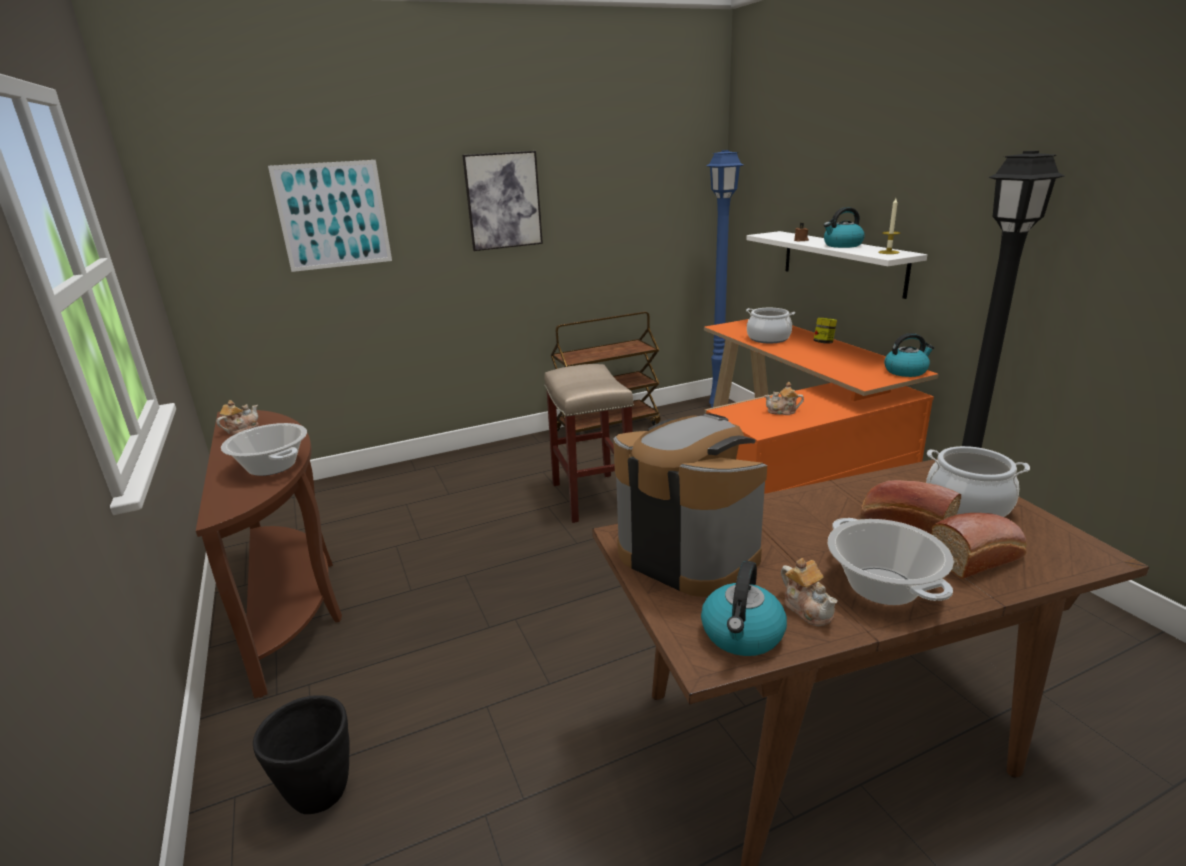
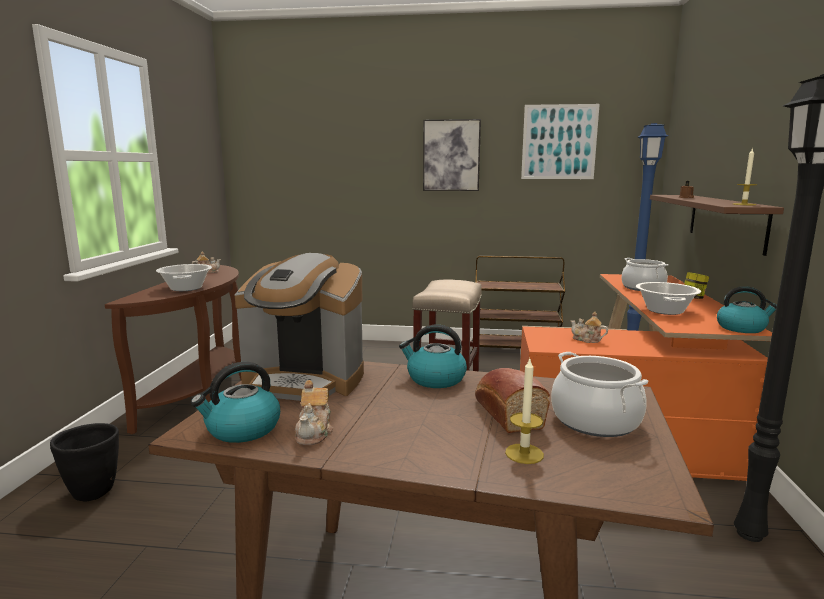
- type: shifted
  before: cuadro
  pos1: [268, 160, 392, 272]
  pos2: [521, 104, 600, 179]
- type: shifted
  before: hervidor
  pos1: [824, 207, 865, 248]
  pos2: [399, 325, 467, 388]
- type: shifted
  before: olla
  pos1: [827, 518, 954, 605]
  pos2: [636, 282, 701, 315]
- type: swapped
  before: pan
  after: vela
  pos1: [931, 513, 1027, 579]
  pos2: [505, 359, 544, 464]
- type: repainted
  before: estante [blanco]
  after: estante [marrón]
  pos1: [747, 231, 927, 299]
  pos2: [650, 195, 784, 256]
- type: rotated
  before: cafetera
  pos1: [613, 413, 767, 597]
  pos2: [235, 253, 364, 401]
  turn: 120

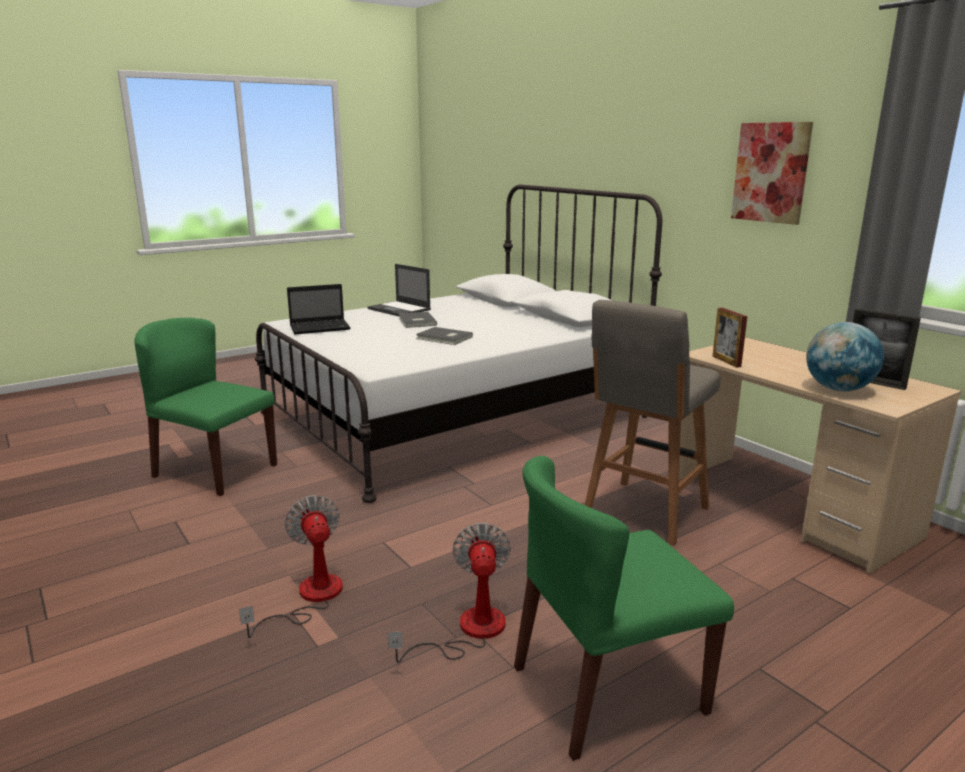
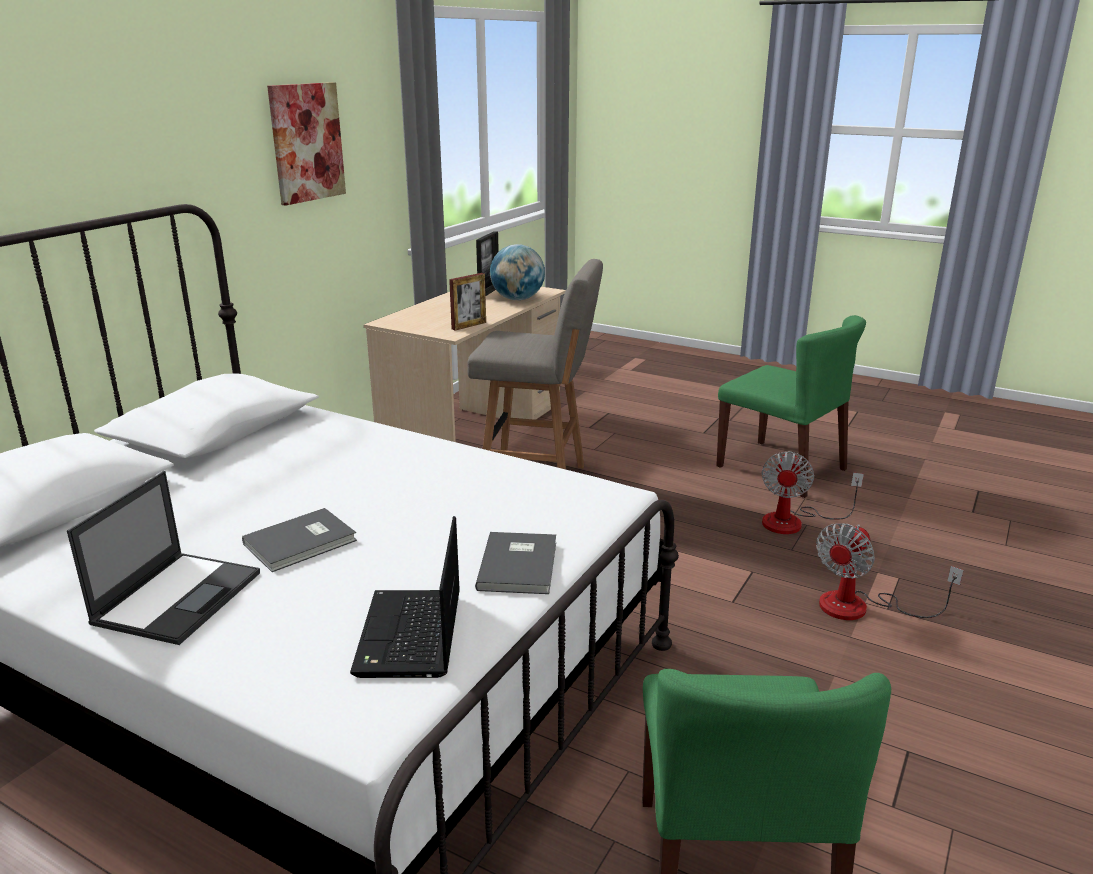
- type: shifted
  before: libro [gris]
  pos1: [416, 327, 473, 345]
  pos2: [475, 532, 556, 594]
- type: rotated
  before: portátil
  pos1: [287, 284, 350, 334]
  pos2: [350, 516, 460, 678]
  turn: -135
- type: rotated
  before: ventilador
  pos1: [388, 523, 511, 663]
  pos2: [762, 451, 864, 534]
  turn: -45

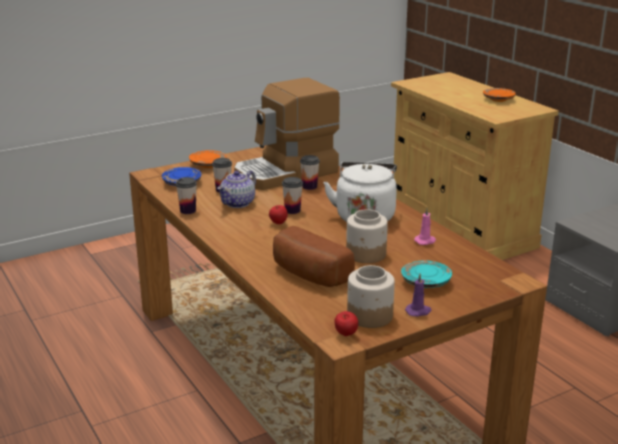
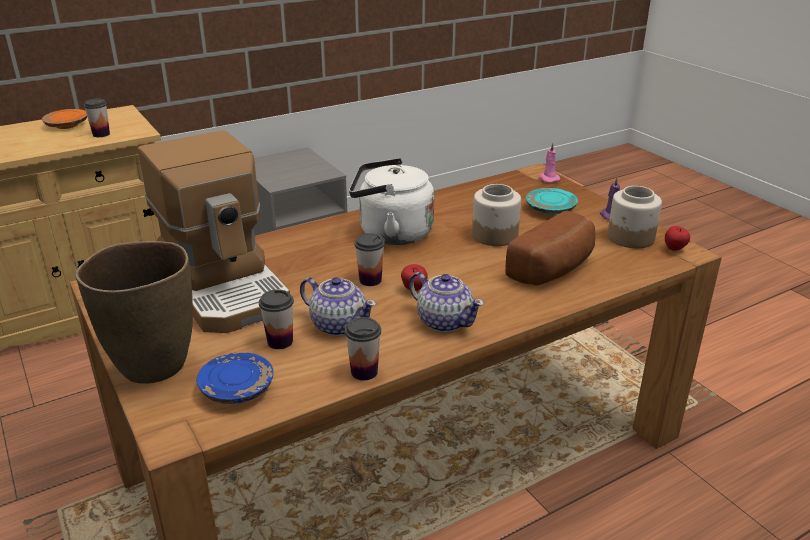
- type: new
  after: tetera
  pos2: [409, 272, 484, 332]
- type: shifted
  before: taza
  pos1: [300, 155, 320, 190]
  pos2: [83, 99, 110, 137]
- type: shifted
  before: vela [rosa]
  pos1: [414, 208, 436, 245]
  pos2: [539, 143, 560, 183]
- type: swapped
  before: plato [naranja]
  after: florero [marrón]
  pos1: [189, 150, 227, 168]
  pos2: [75, 241, 193, 384]

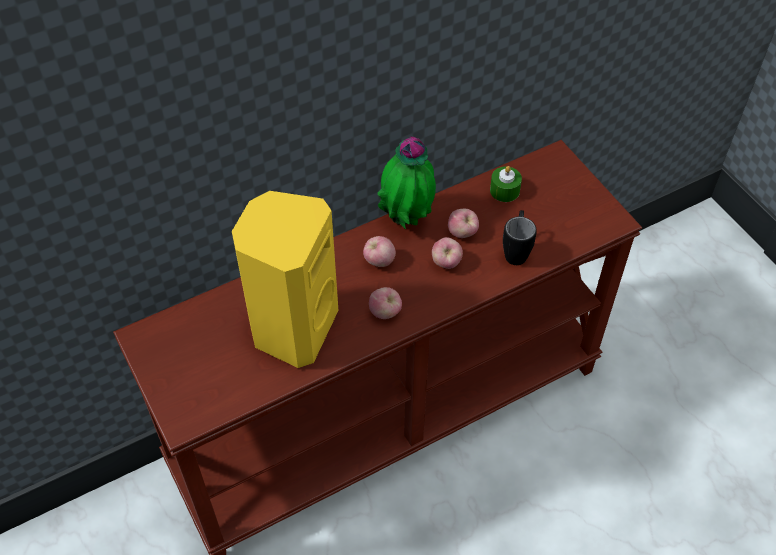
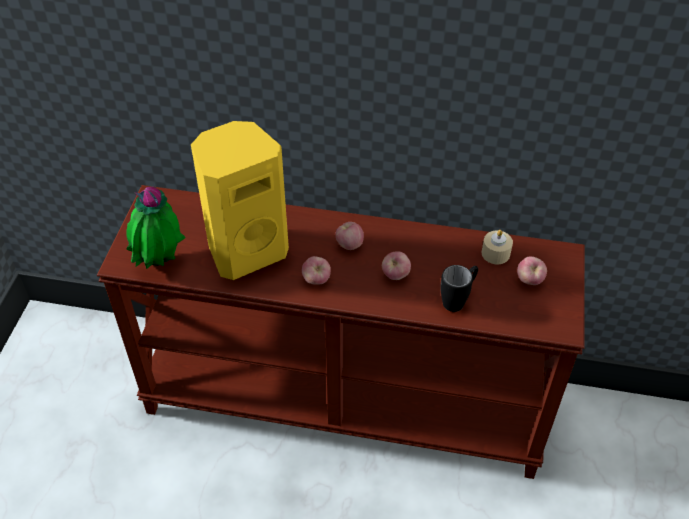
- type: shifted
  before: planta en maceta
  pos1: [377, 136, 436, 229]
  pos2: [126, 186, 185, 269]
- type: shifted
  before: manzana
  pos1: [448, 208, 479, 238]
  pos2: [517, 256, 547, 285]
- type: repainted
  before: vela [verde]
  after: vela [beis]
  pos1: [490, 166, 522, 202]
  pos2: [482, 230, 513, 264]

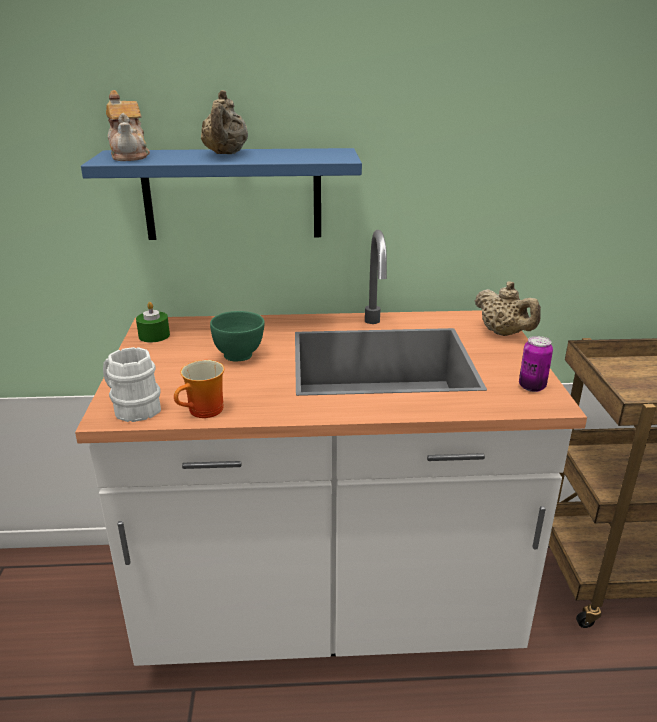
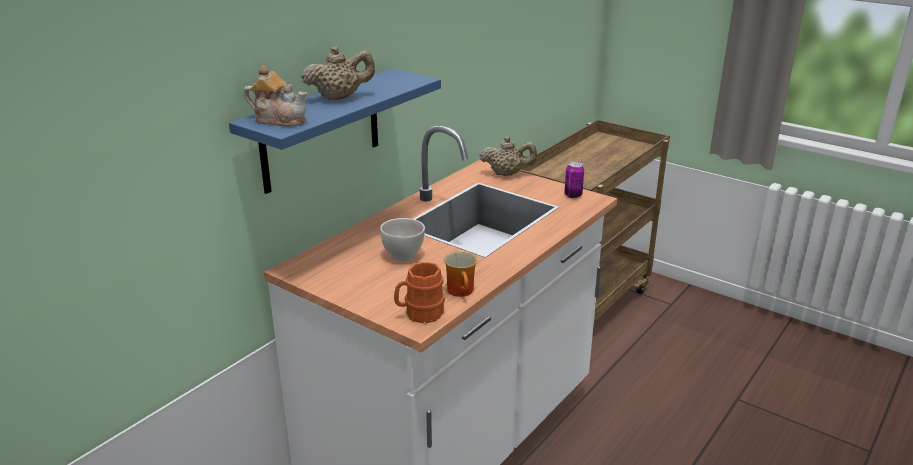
- type: gone
  before: vela [verde]
  pos1: [136, 302, 170, 343]
- type: repainted
  before: taza grande [blanco]
  after: taza grande [naranja]
  pos1: [103, 347, 161, 422]
  pos2: [394, 262, 445, 323]
- type: repainted
  before: cuenco [verde]
  after: cuenco [blanco]
  pos1: [210, 311, 265, 361]
  pos2: [380, 218, 425, 261]
- type: rotated
  before: tetera [beis]
  pos1: [201, 90, 248, 154]
  pos2: [301, 46, 375, 100]
  turn: -60

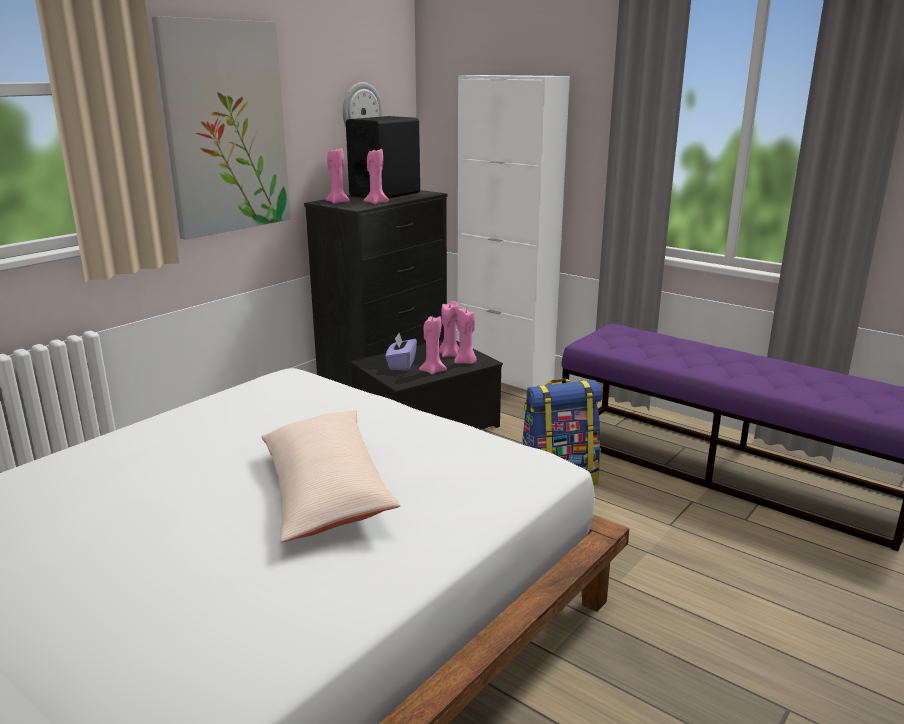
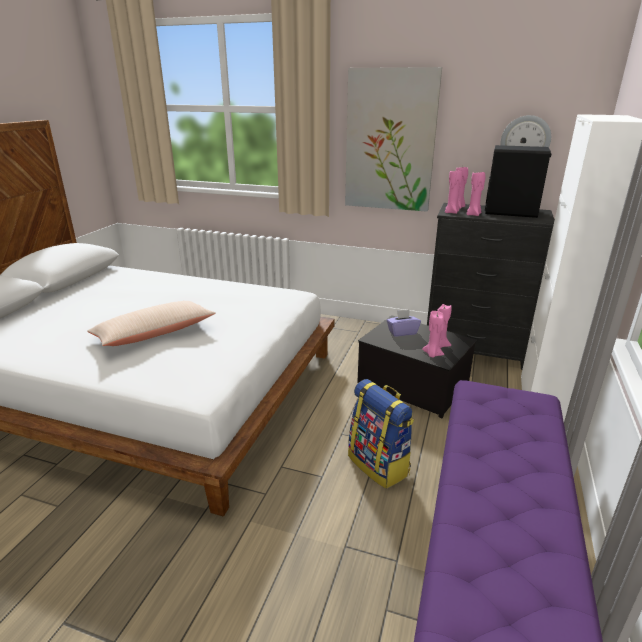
- type: shifted
  before: vela [rosa]
  pos1: [419, 316, 447, 375]
  pos2: [445, 169, 463, 214]

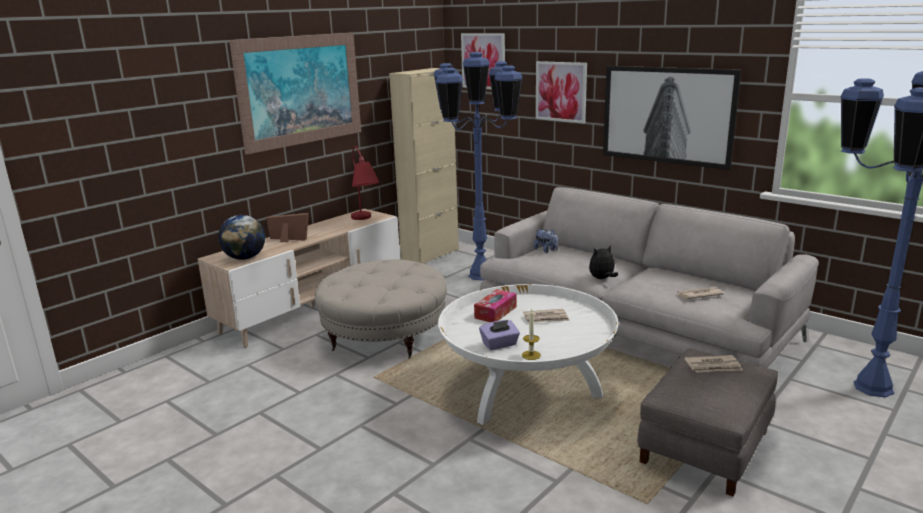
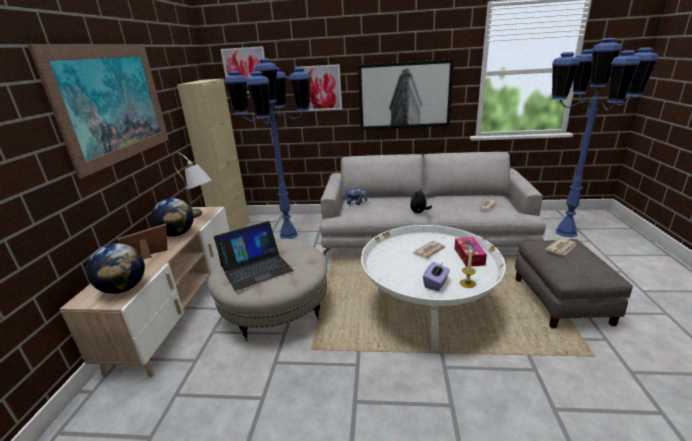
- type: new
  after: globo terráqueo
  pos2: [151, 198, 194, 237]
- type: new
  after: portátil
  pos2: [214, 221, 293, 291]
- type: shifted
  before: caja de pañuelos
  pos1: [474, 289, 517, 322]
  pos2: [454, 237, 487, 267]
- type: repainted
  before: lámpara de mesa [rojo]
  after: lámpara de mesa [gris]
  pos1: [351, 146, 379, 220]
  pos2: [172, 152, 212, 218]

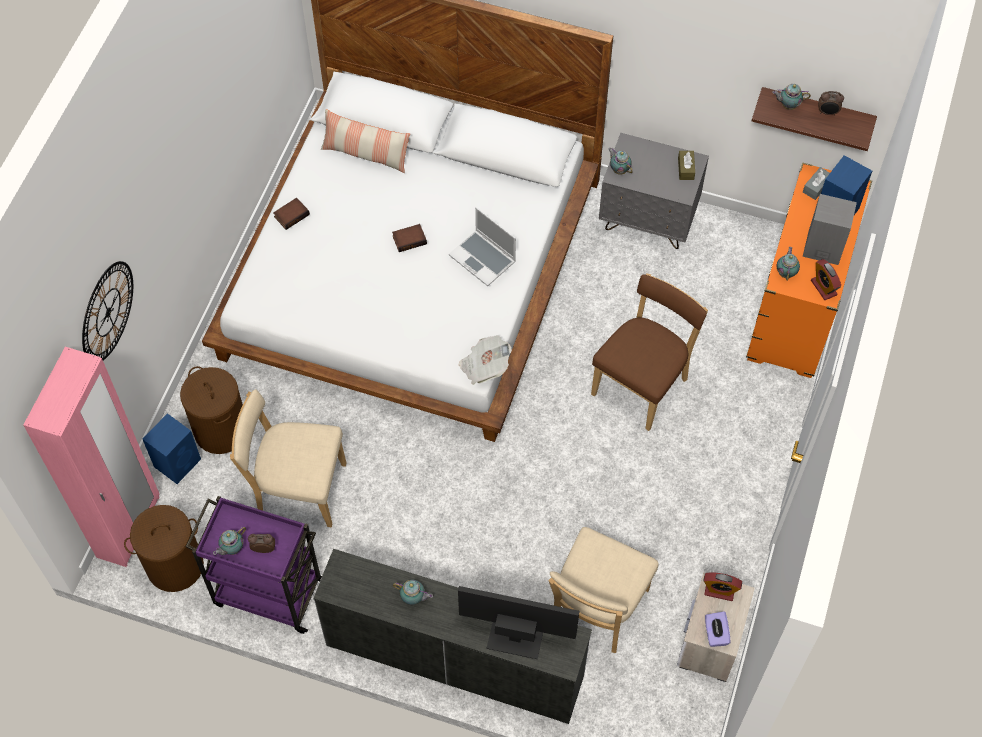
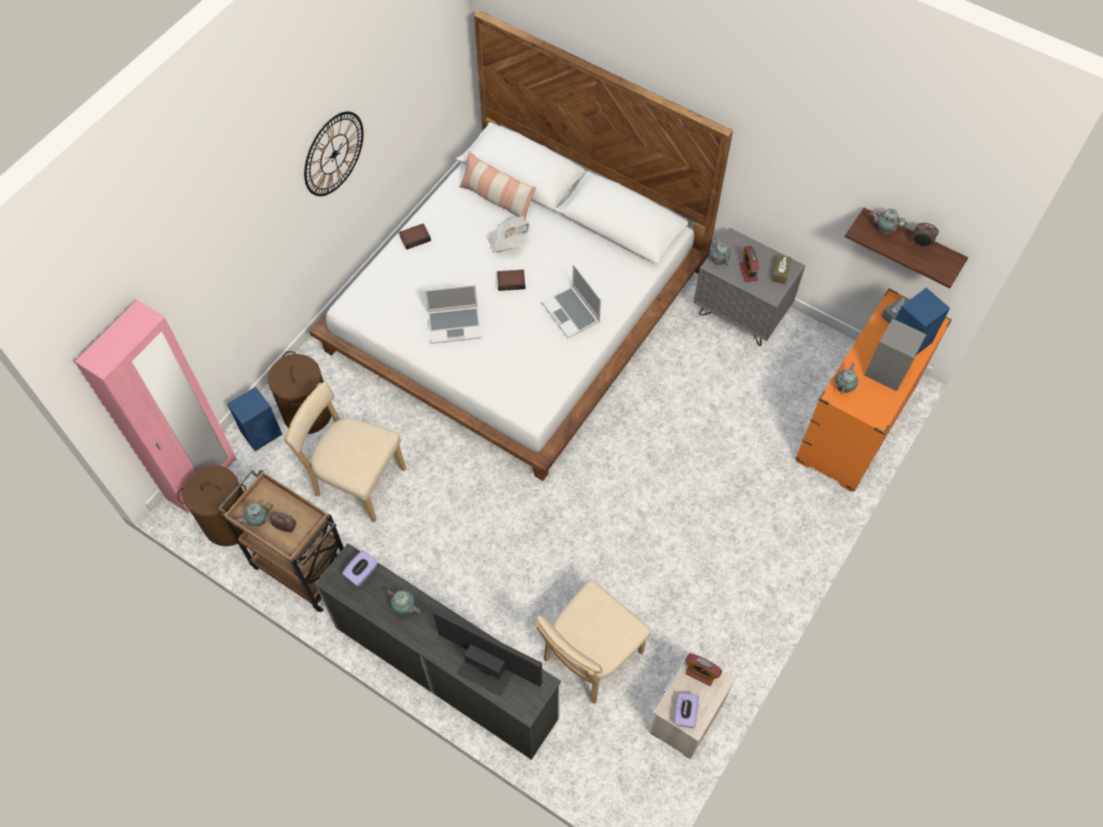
- type: gone
  before: silla [marrón]
  pos1: [591, 273, 708, 431]
- type: new
  after: caja de pañuelos [morado]
  pos2: [342, 550, 378, 586]
- type: new
  after: portátil
  pos2: [424, 285, 482, 344]
- type: shifted
  before: reloj de pared
  pos1: [82, 261, 133, 360]
  pos2: [304, 111, 363, 196]
- type: shifted
  before: periódico
  pos1: [459, 335, 512, 385]
  pos2: [486, 216, 530, 253]
- type: shifted
  before: despertador
  pos1: [811, 259, 841, 300]
  pos2: [739, 246, 759, 282]
- type: repainted
  before: carrito [morado]
  after: carrito [marrón]
  pos1: [186, 496, 322, 634]
  pos2: [218, 469, 344, 612]

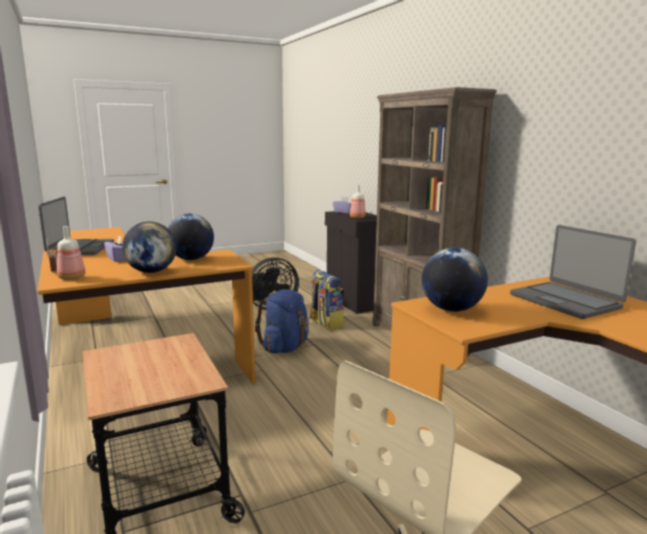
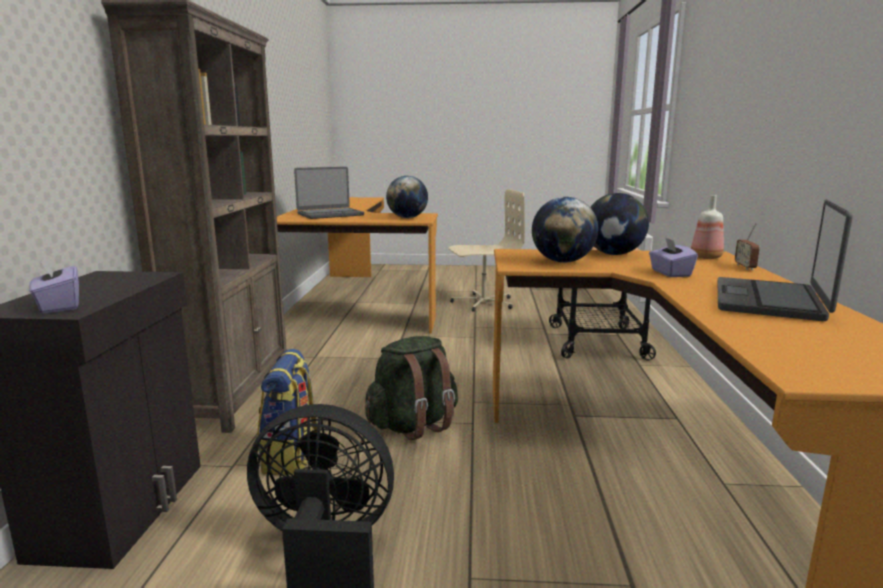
- type: gone
  before: botella
  pos1: [350, 185, 366, 218]
- type: repainted
  before: mochila [azul]
  after: mochila [verde]
  pos1: [255, 289, 309, 354]
  pos2: [365, 336, 458, 441]
- type: rotated
  before: portátil
  pos1: [510, 225, 636, 319]
  pos2: [294, 167, 364, 219]
  turn: 60

